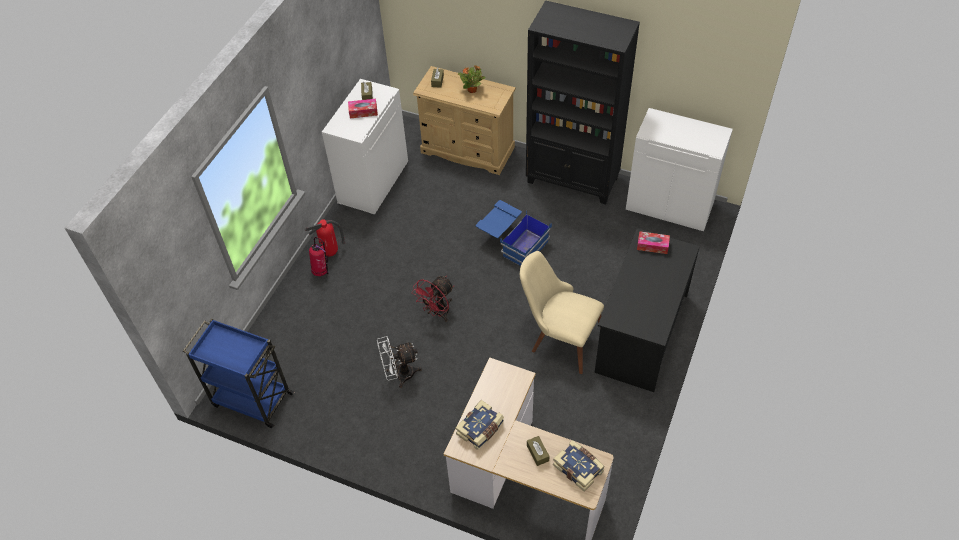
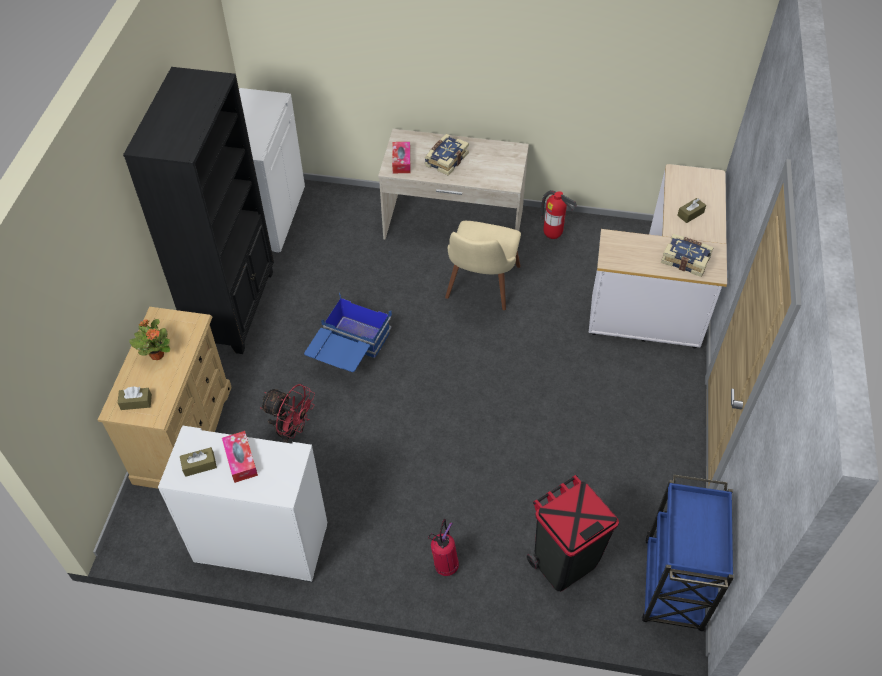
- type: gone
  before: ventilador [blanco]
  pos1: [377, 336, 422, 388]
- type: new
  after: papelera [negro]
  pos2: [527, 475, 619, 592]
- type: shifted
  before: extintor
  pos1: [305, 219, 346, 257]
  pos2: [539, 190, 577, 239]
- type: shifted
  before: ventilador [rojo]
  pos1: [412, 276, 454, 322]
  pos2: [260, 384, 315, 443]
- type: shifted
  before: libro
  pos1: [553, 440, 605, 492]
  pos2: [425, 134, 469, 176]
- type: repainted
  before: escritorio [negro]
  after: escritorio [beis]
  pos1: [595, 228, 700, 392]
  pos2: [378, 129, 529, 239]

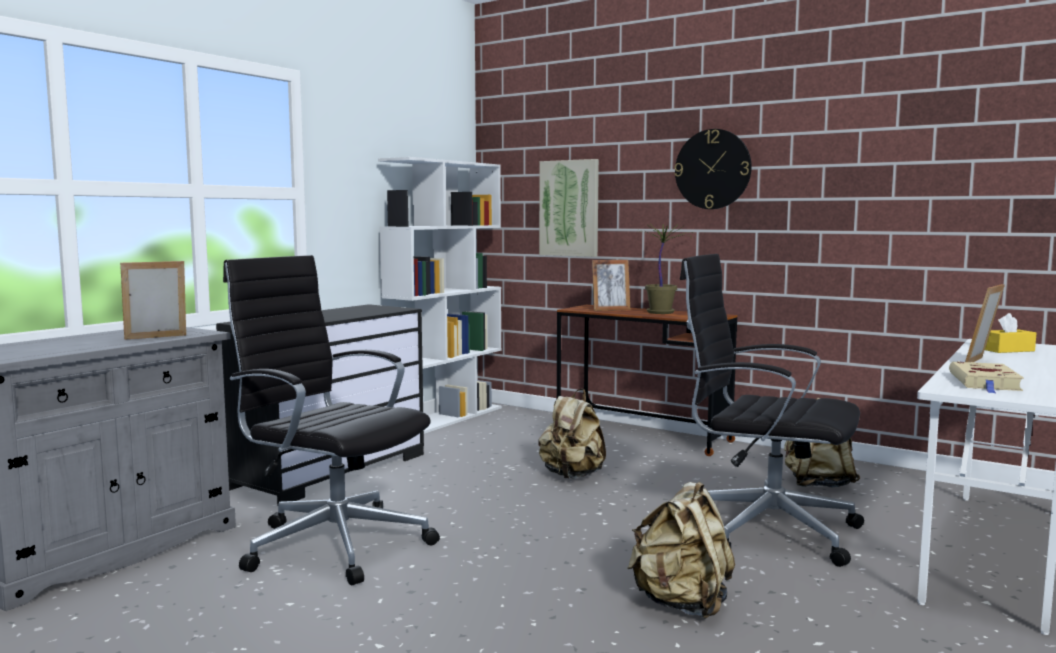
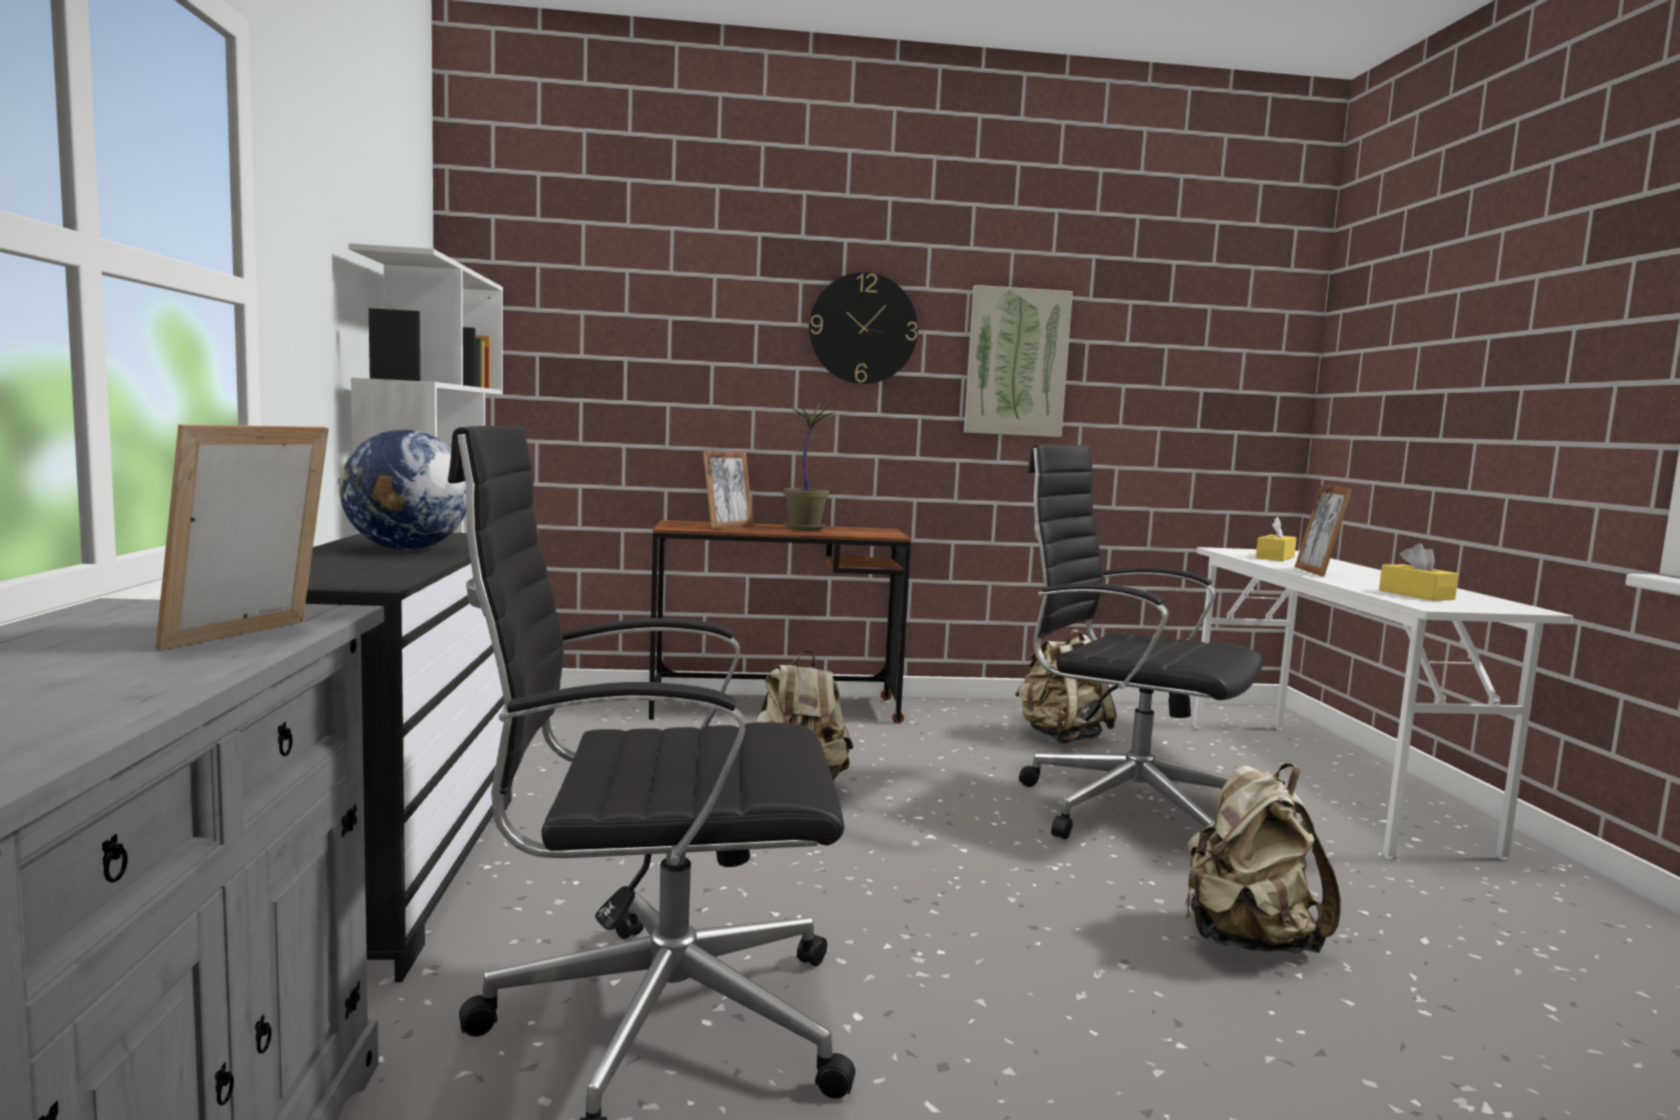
- type: new
  after: globo terráqueo
  pos2: [337, 430, 466, 550]
- type: shifted
  before: cuadro
  pos1: [539, 159, 599, 257]
  pos2: [964, 285, 1073, 437]
- type: swapped
  before: libro [beis]
  after: caja de pañuelos [amarillo]
  pos1: [949, 361, 1024, 394]
  pos2: [1379, 543, 1459, 601]
- type: rotated
  before: silla de oficina [negro]
  pos1: [680, 254, 864, 567]
  pos2: [1019, 444, 1263, 839]
  turn: 45

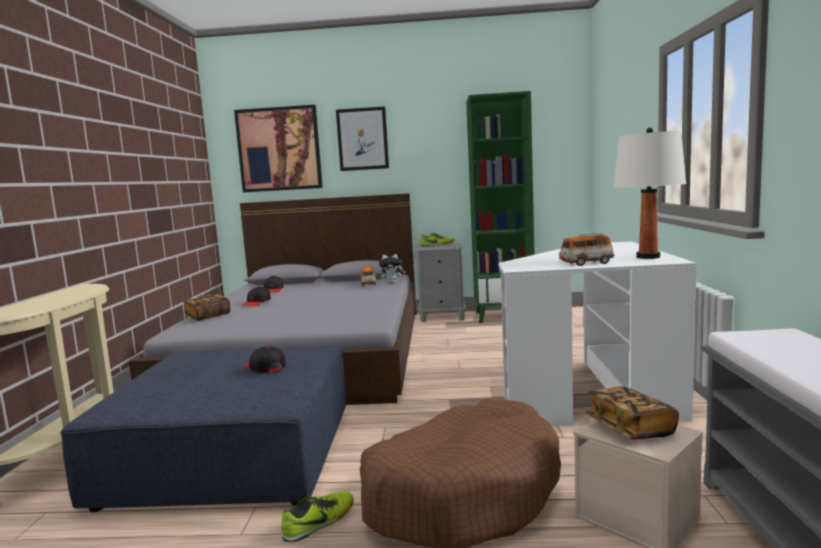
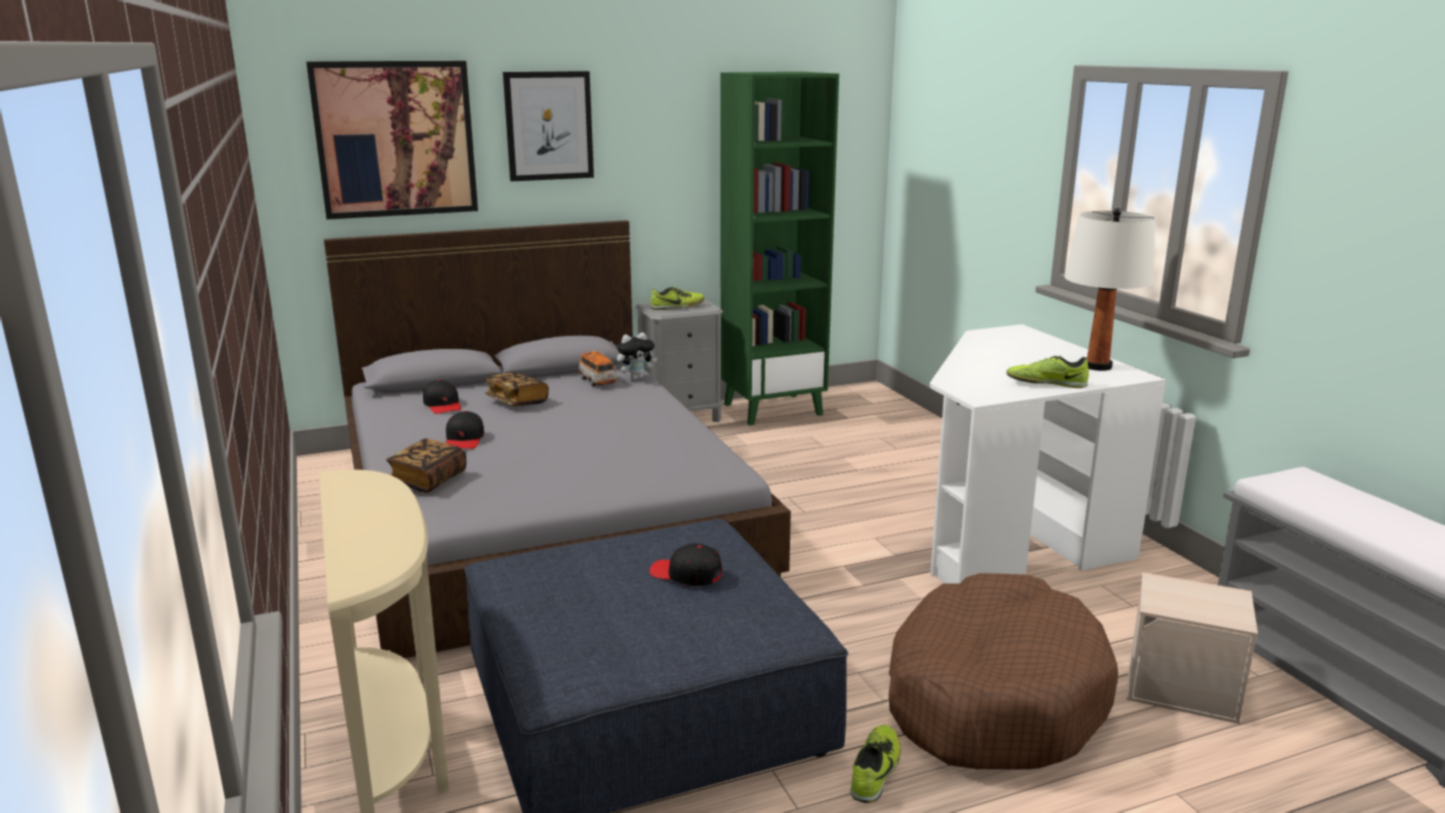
- type: shifted
  before: libro
  pos1: [586, 387, 679, 439]
  pos2: [485, 372, 549, 406]
- type: swapped
  before: coche de juguete
  after: zapato
  pos1: [559, 233, 614, 266]
  pos2: [1006, 356, 1089, 388]

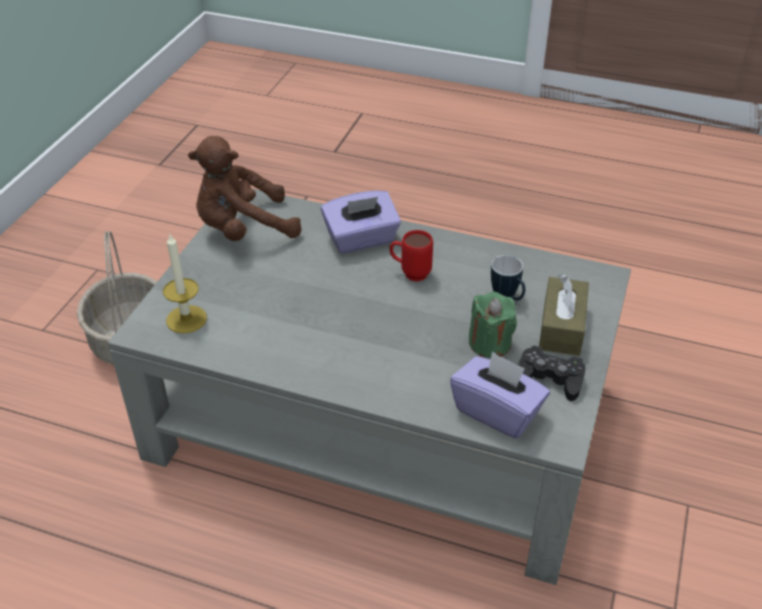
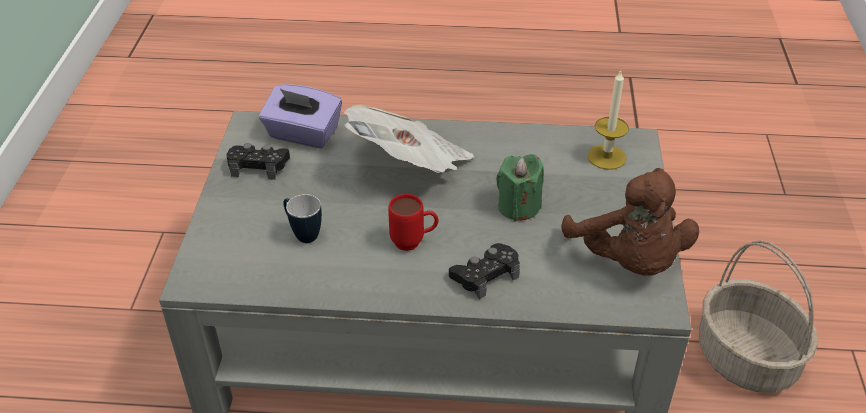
- type: gone
  before: caja de pañuelos [marrón]
  pos1: [539, 274, 589, 356]
- type: new
  after: periódico
  pos2: [344, 104, 474, 173]
- type: shifted
  before: vela [verde]
  pos1: [469, 291, 517, 358]
  pos2: [496, 154, 544, 222]
- type: swapped
  before: caja de pañuelos [morado]
  after: mando de consola [negro]
  pos1: [321, 190, 401, 254]
  pos2: [449, 243, 520, 299]
- type: rotated
  before: peluche [marrón]
  pos1: [188, 136, 302, 241]
  pos2: [561, 168, 699, 276]
  turn: 105

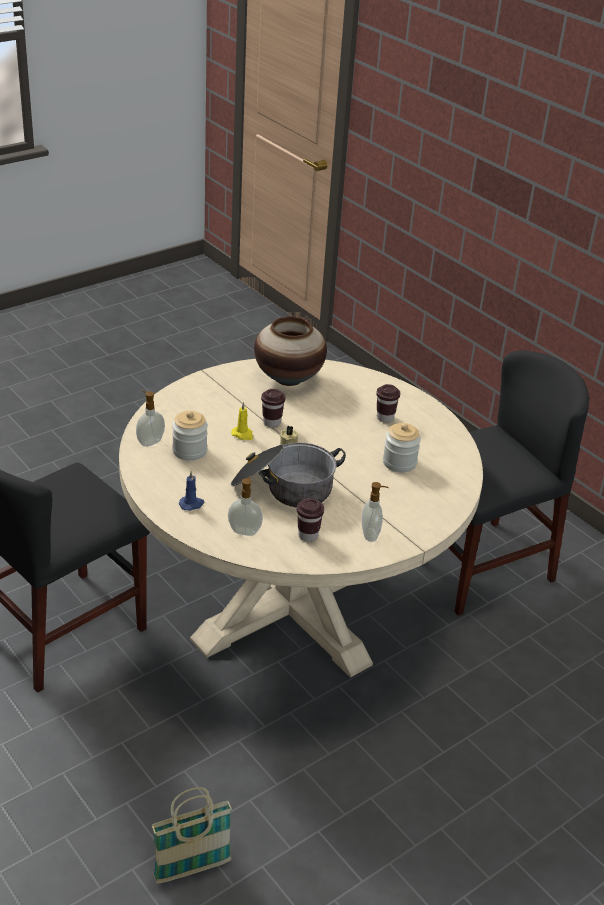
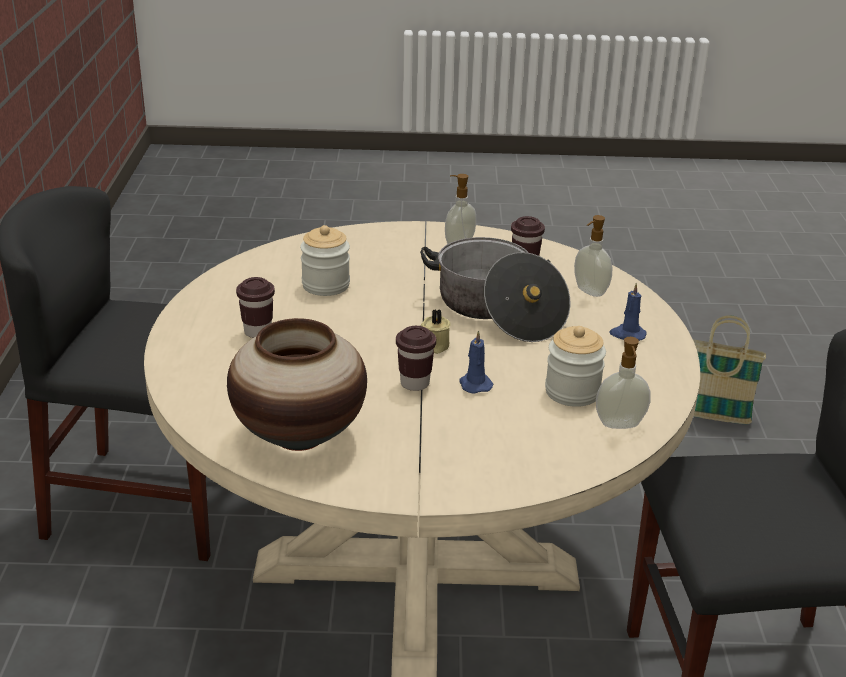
- type: repainted
  before: vela [amarillo]
  after: vela [azul]
  pos1: [231, 402, 253, 440]
  pos2: [459, 330, 493, 394]

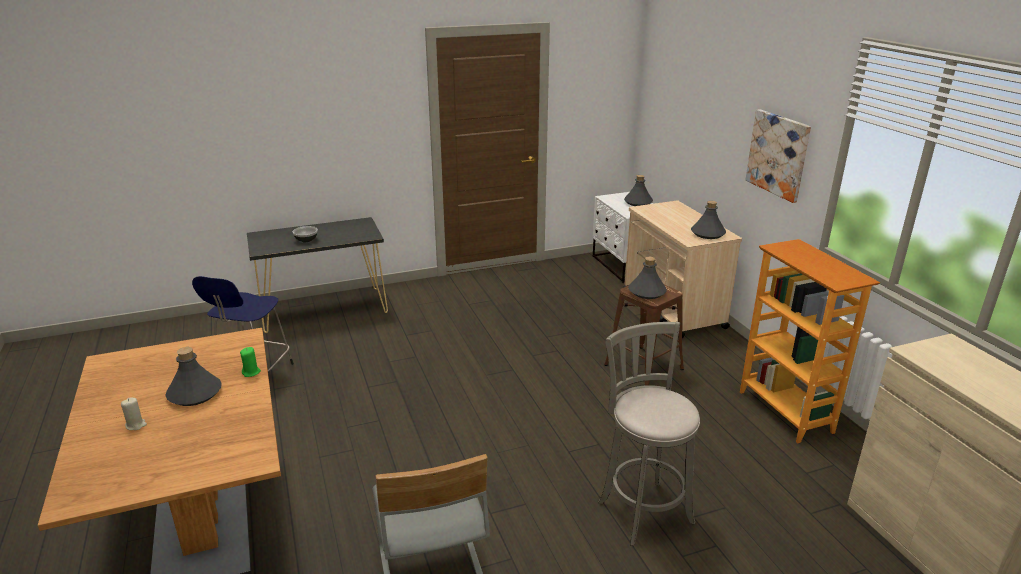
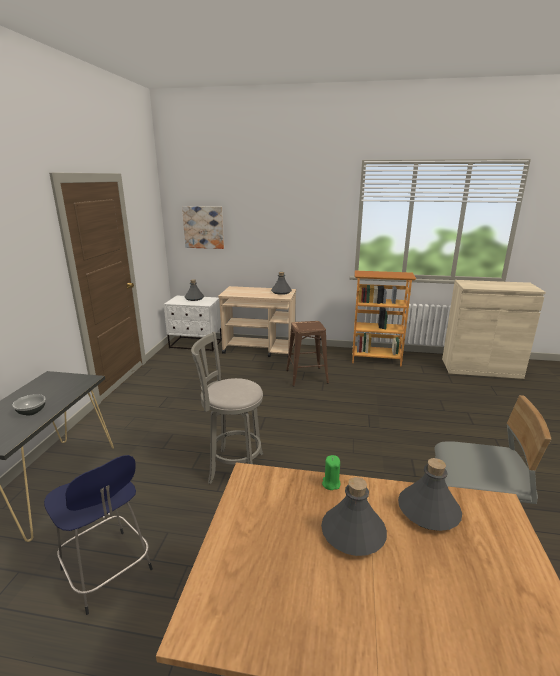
- type: gone
  before: vela [beis]
  pos1: [121, 398, 147, 430]
- type: shifted
  before: taburete [gris]
  pos1: [598, 321, 700, 546]
  pos2: [191, 332, 263, 484]
- type: shifted
  before: botella [gris]
  pos1: [628, 257, 667, 299]
  pos2: [398, 458, 462, 531]
- type: shifted
  before: cuadro
  pos1: [746, 109, 811, 203]
  pos2: [182, 206, 224, 249]

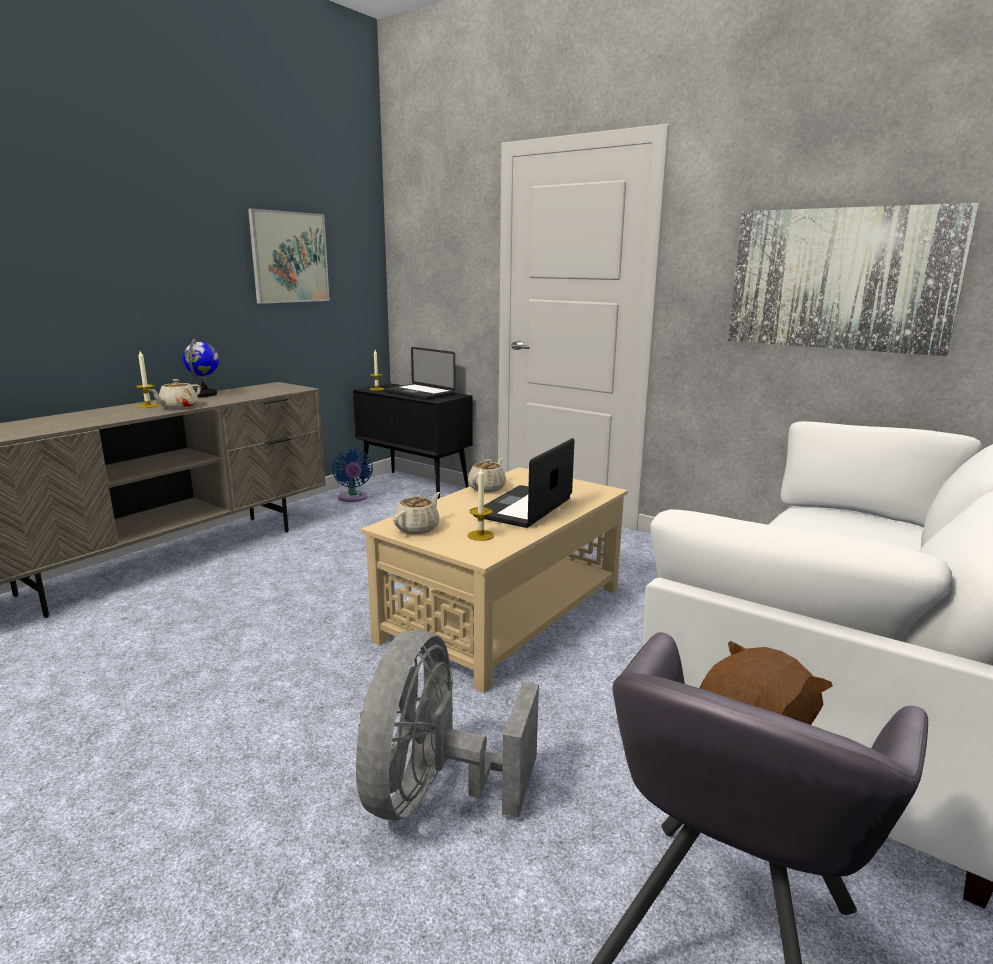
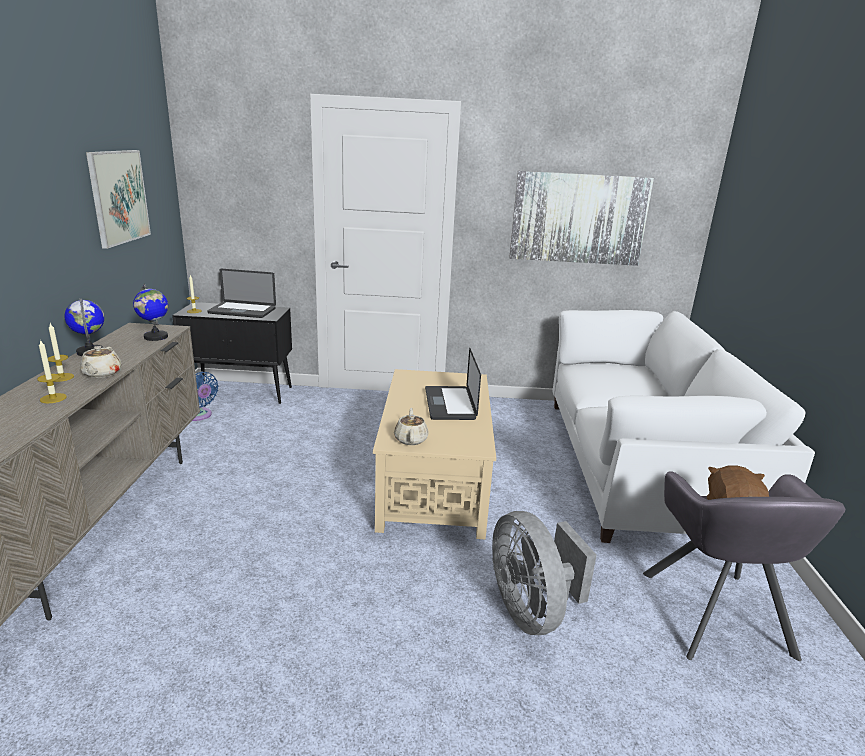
- type: gone
  before: tetera [beis]
  pos1: [468, 458, 506, 492]
- type: new
  after: globo terráqueo
  pos2: [133, 284, 168, 341]
- type: shifted
  before: vela
  pos1: [468, 468, 494, 541]
  pos2: [37, 339, 67, 403]

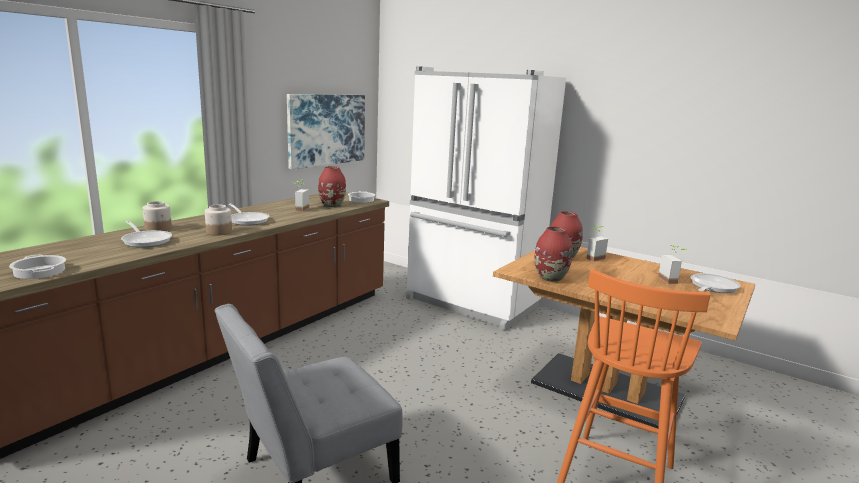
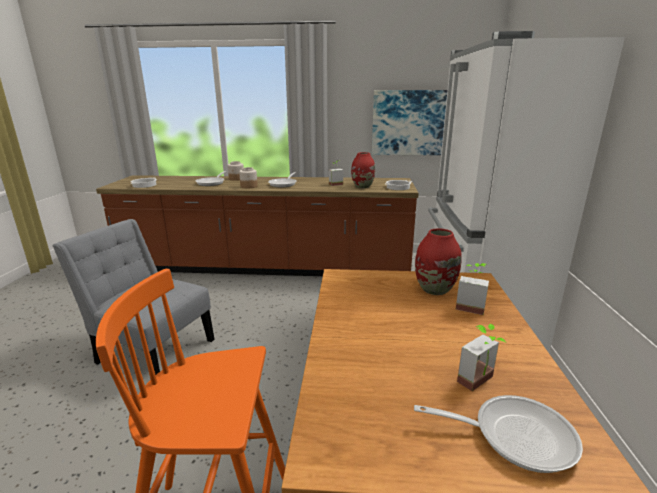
- type: gone
  before: florero [rojo]
  pos1: [535, 227, 573, 282]

